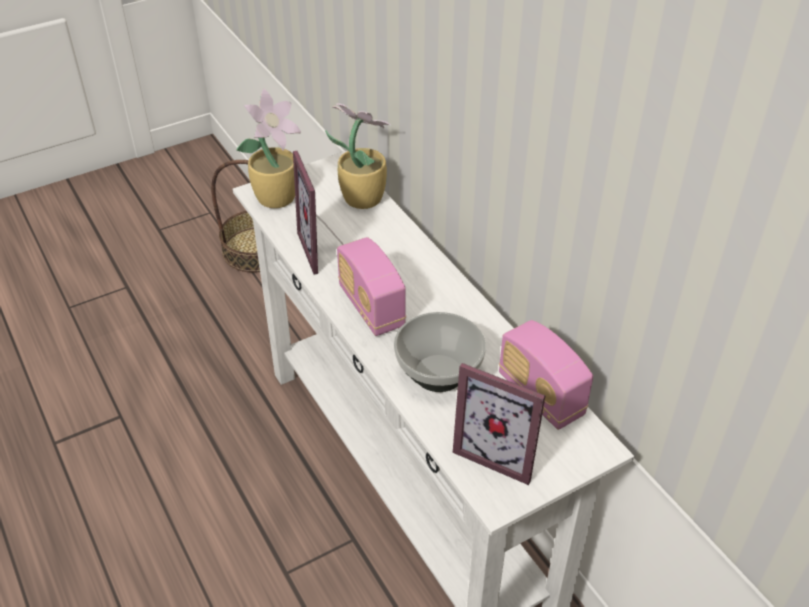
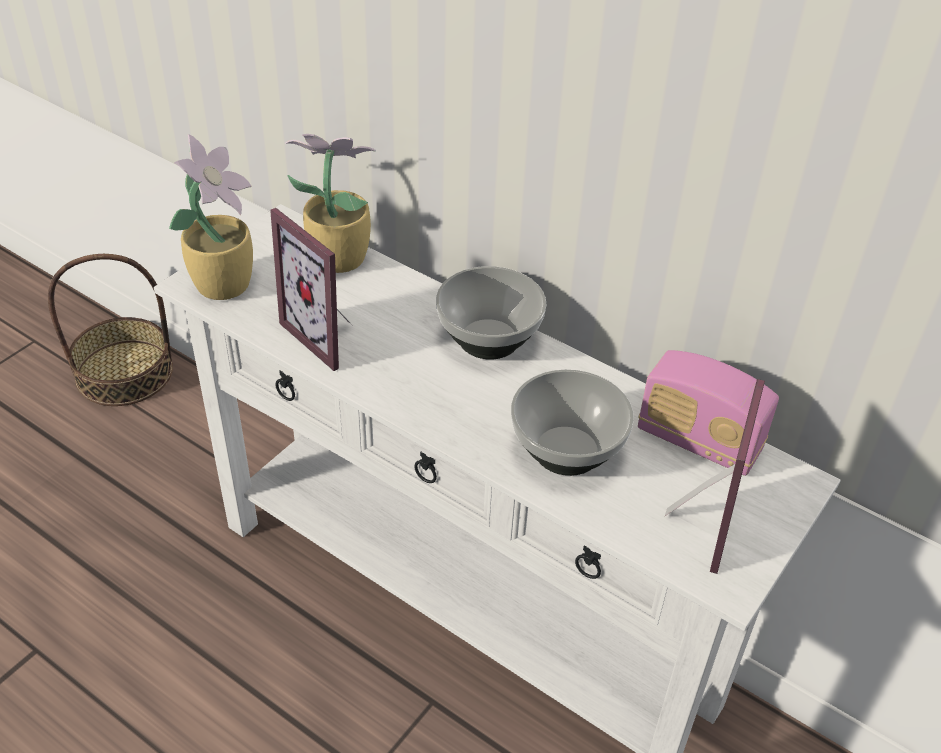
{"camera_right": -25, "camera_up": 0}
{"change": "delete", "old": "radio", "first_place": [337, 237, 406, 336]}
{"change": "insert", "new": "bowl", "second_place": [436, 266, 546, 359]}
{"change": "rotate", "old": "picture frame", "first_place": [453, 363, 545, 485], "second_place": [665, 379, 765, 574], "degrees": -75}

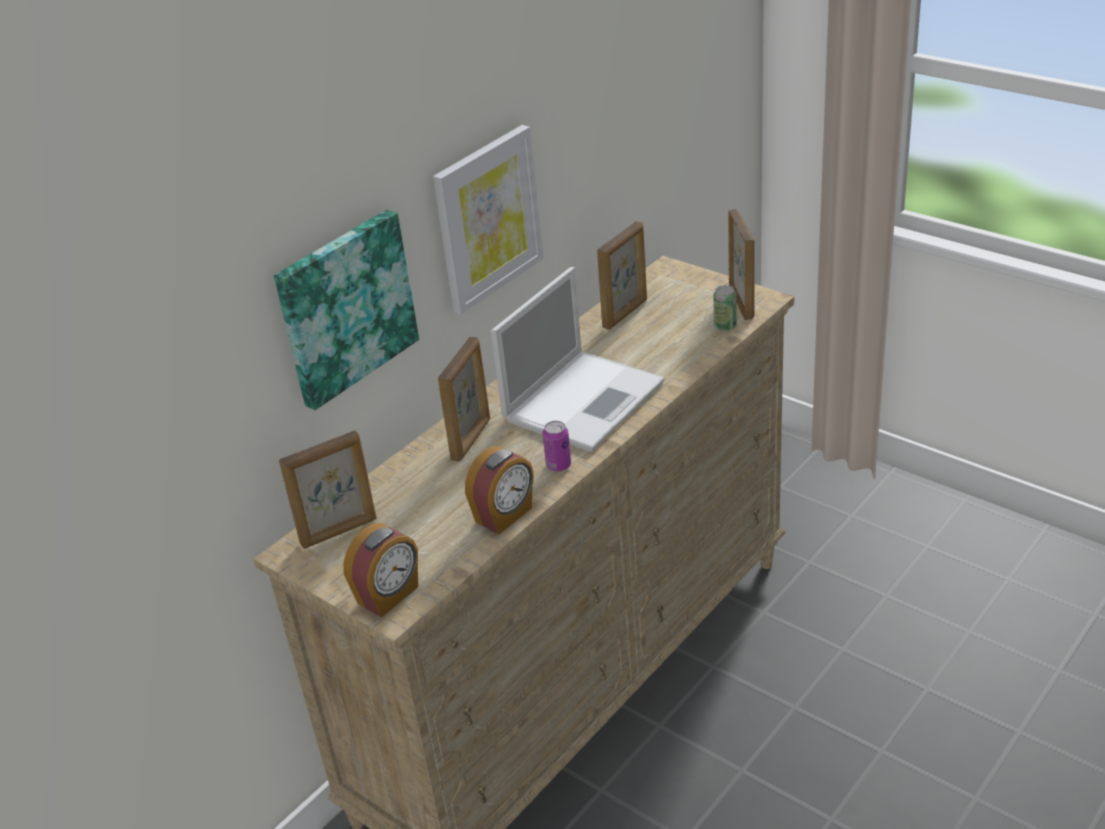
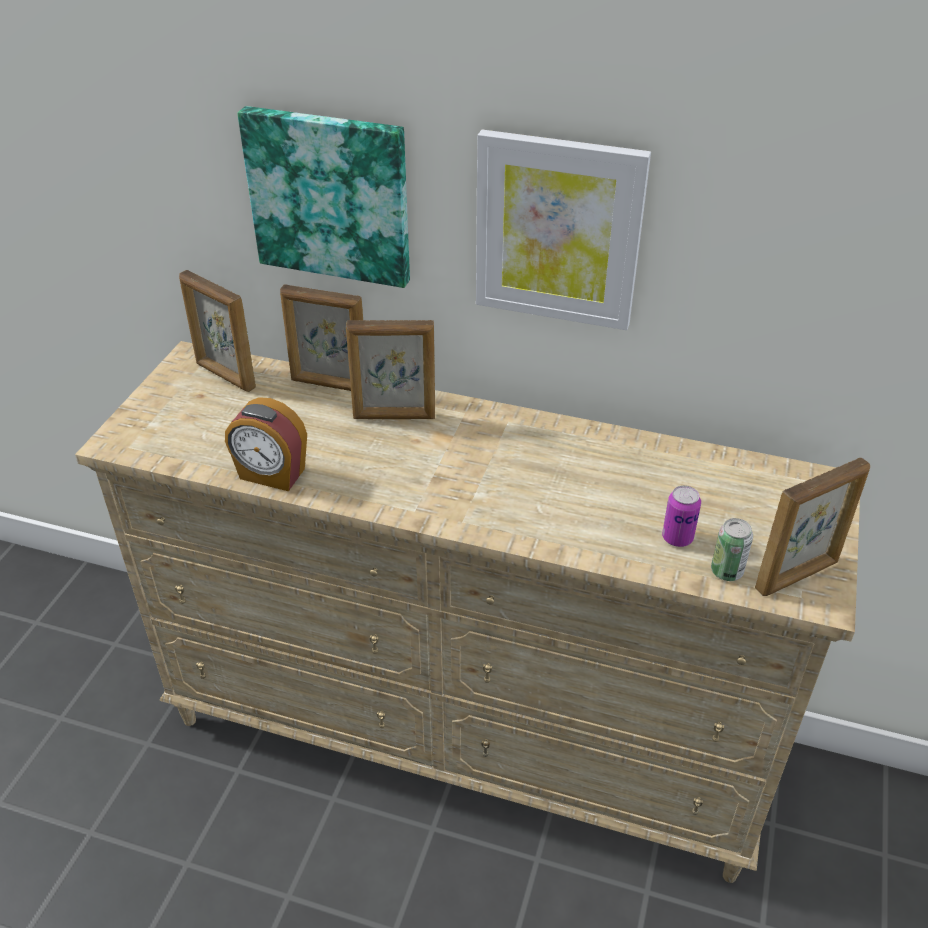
{"camera_right": 65, "camera_up": 5}
{"change": "delete", "old": "alarm clock", "first_place": [343, 523, 418, 617]}
{"change": "delete", "old": "laptop", "first_place": [491, 267, 665, 452]}
{"change": "move", "old": "can", "first_place": [542, 421, 571, 471], "second_place": [662, 486, 701, 547]}
{"change": "move", "old": "picture frame", "first_place": [597, 221, 647, 330], "second_place": [280, 284, 363, 391]}

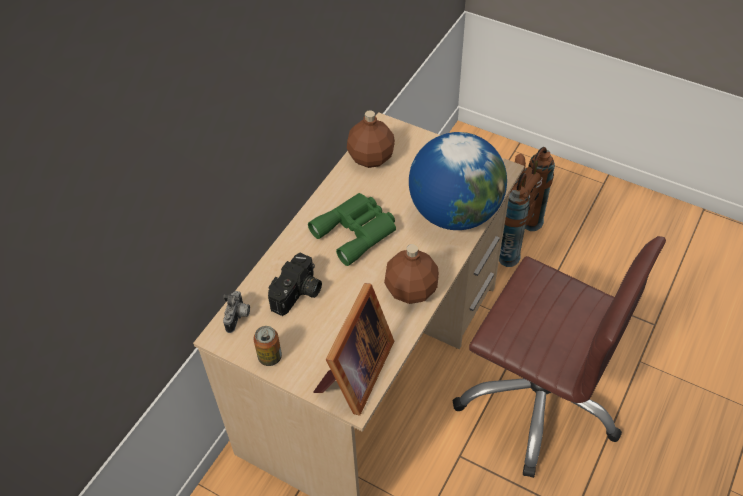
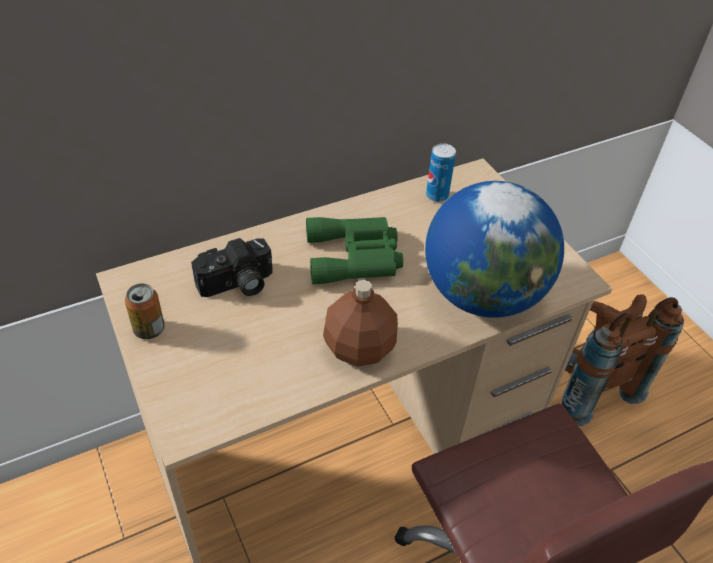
{"camera_right": 30, "camera_up": -5}
{"change": "delete", "old": "photo camera", "first_place": [223, 291, 250, 333]}
{"change": "delete", "old": "picture frame", "first_place": [314, 283, 394, 416]}
{"change": "replace", "old": "bottle in brown", "new": "can", "first_place": [347, 110, 395, 168], "second_place": [426, 143, 456, 202]}

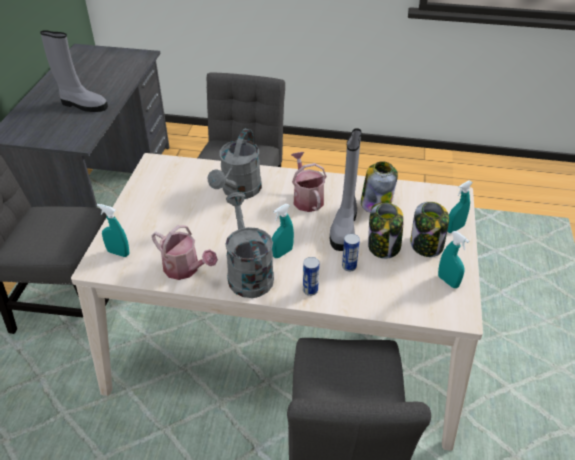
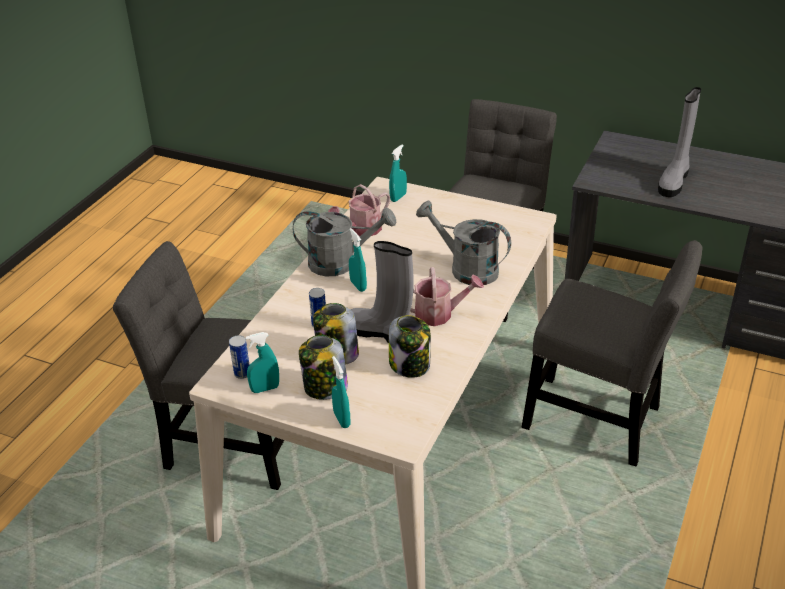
{"camera_right": 105, "camera_up": -5}
{"change": "move", "old": "can", "first_place": [303, 257, 319, 296], "second_place": [229, 335, 250, 379]}

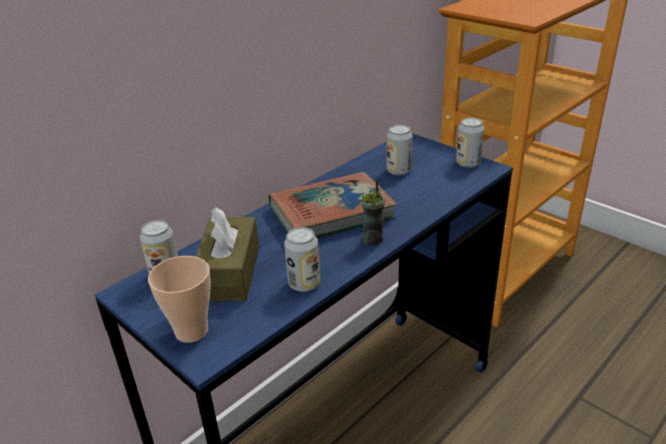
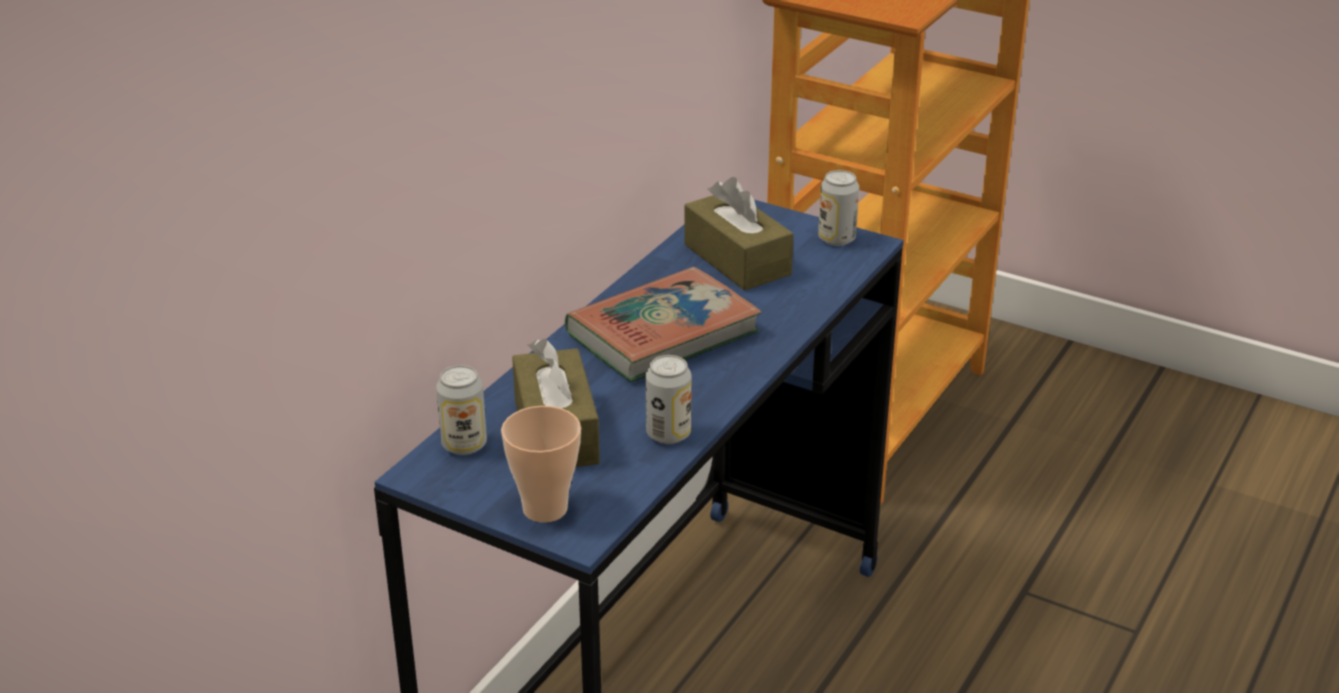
{"camera_right": -15, "camera_up": 0}
{"change": "delete", "old": "cup", "first_place": [359, 179, 385, 246]}
{"change": "replace", "old": "can", "new": "tissue box in brown", "first_place": [386, 125, 412, 175], "second_place": [684, 177, 794, 291]}

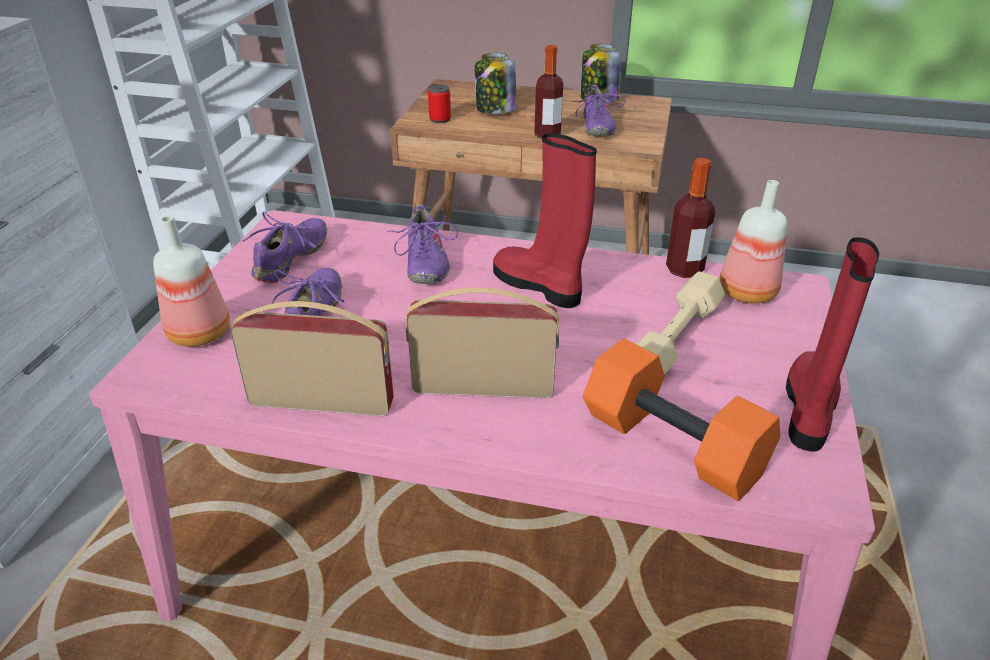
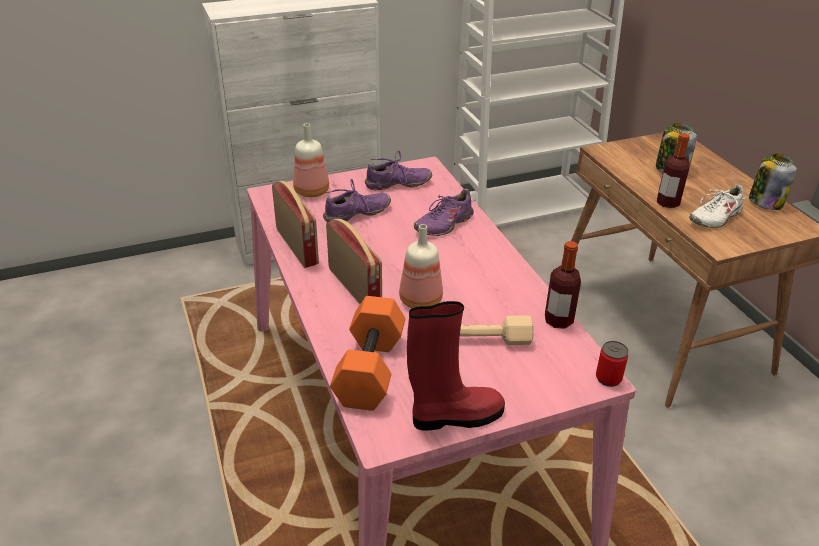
{"camera_right": 55, "camera_up": 0}
{"change": "delete", "old": "boot in red", "first_place": [493, 133, 597, 308]}
{"change": "move", "old": "can", "first_place": [428, 84, 451, 123], "second_place": [596, 341, 628, 387]}
{"change": "move", "old": "bottle", "first_place": [719, 180, 787, 304], "second_place": [399, 224, 443, 308]}
{"change": "recolor", "old": "shoe in purple", "new": "shoe in white", "first_place": [570, 85, 625, 136], "second_place": [689, 184, 751, 228]}

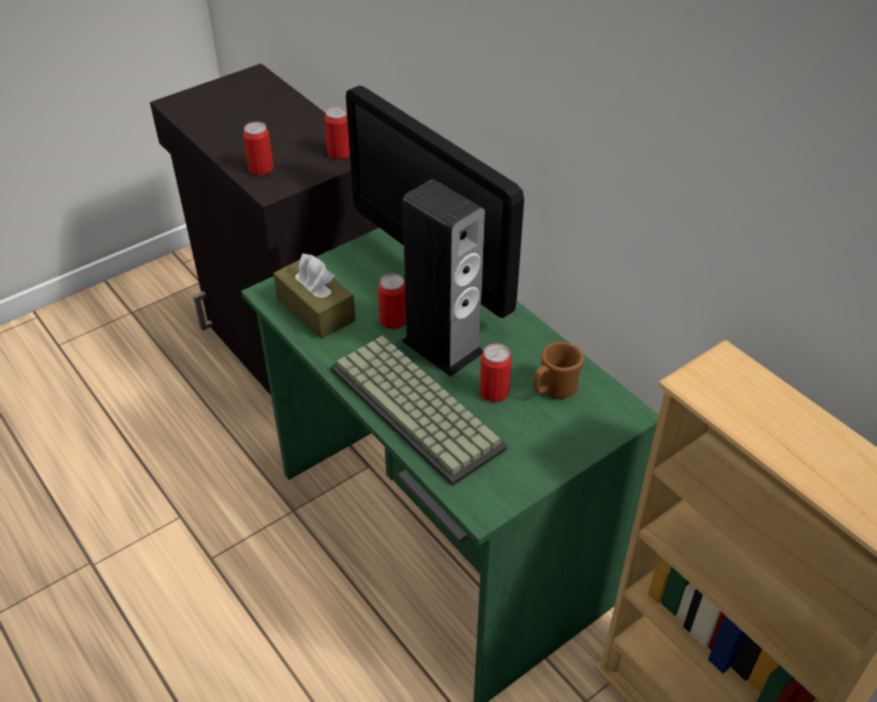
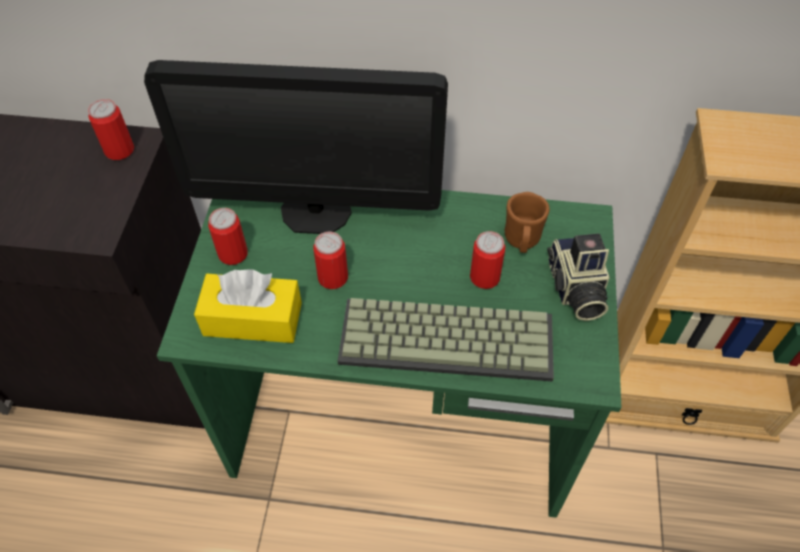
{"camera_right": -45, "camera_up": 10}
{"change": "delete", "old": "speaker", "first_place": [402, 179, 485, 377]}
{"change": "insert", "new": "photo camera", "second_place": [547, 233, 609, 321]}
{"change": "move", "old": "can", "first_place": [243, 122, 274, 175], "second_place": [208, 208, 248, 265]}
{"change": "recolor", "old": "tissue box in brown", "new": "tissue box in yellow", "first_place": [273, 253, 356, 339], "second_place": [194, 269, 302, 343]}

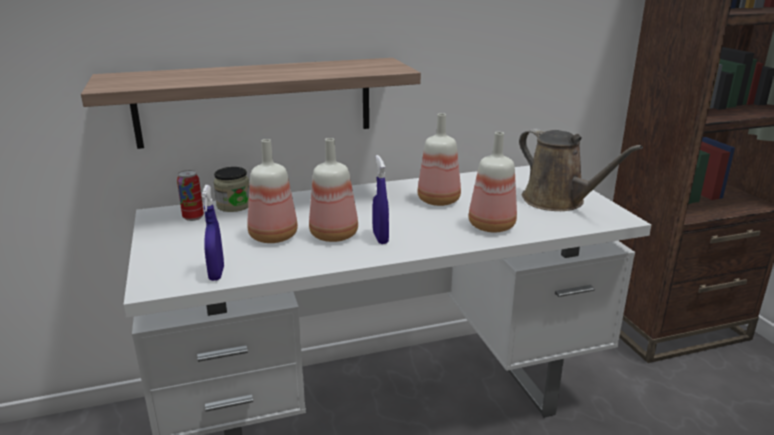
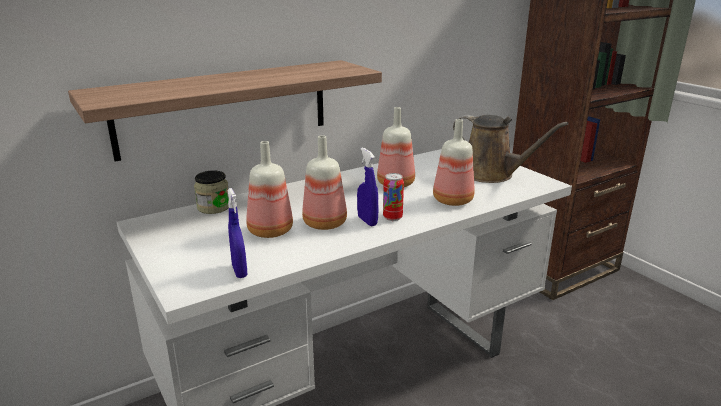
{"camera_right": -15, "camera_up": 0}
{"change": "move", "old": "can", "first_place": [177, 170, 204, 221], "second_place": [383, 173, 404, 221]}

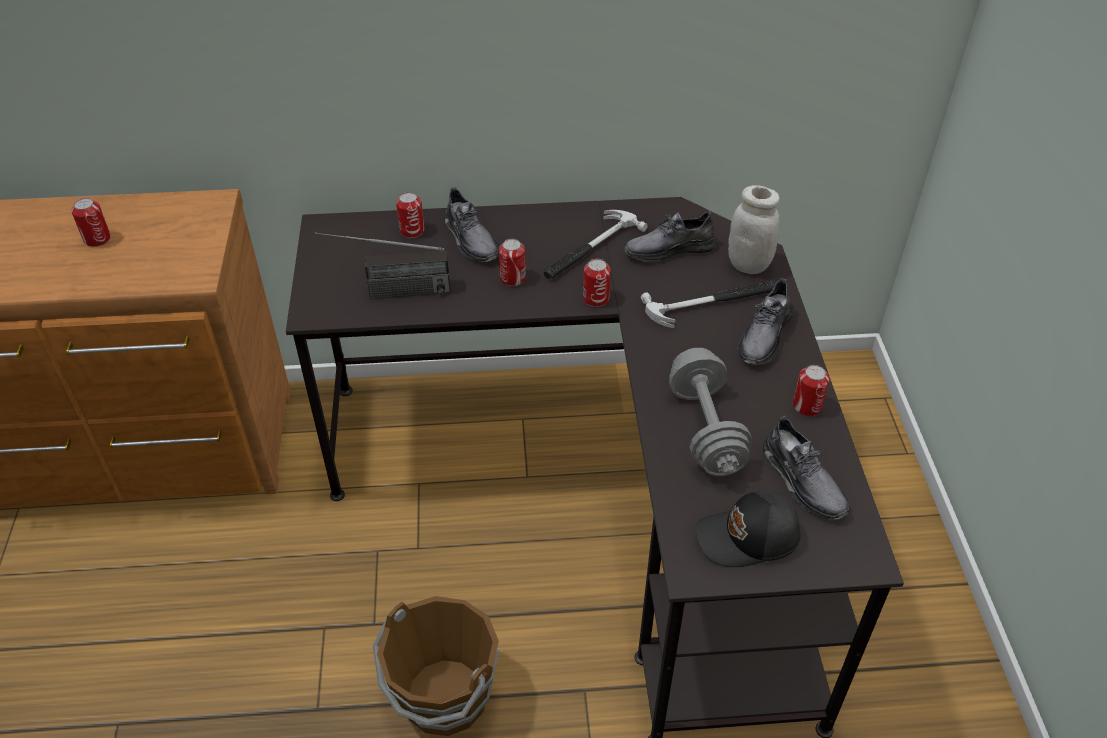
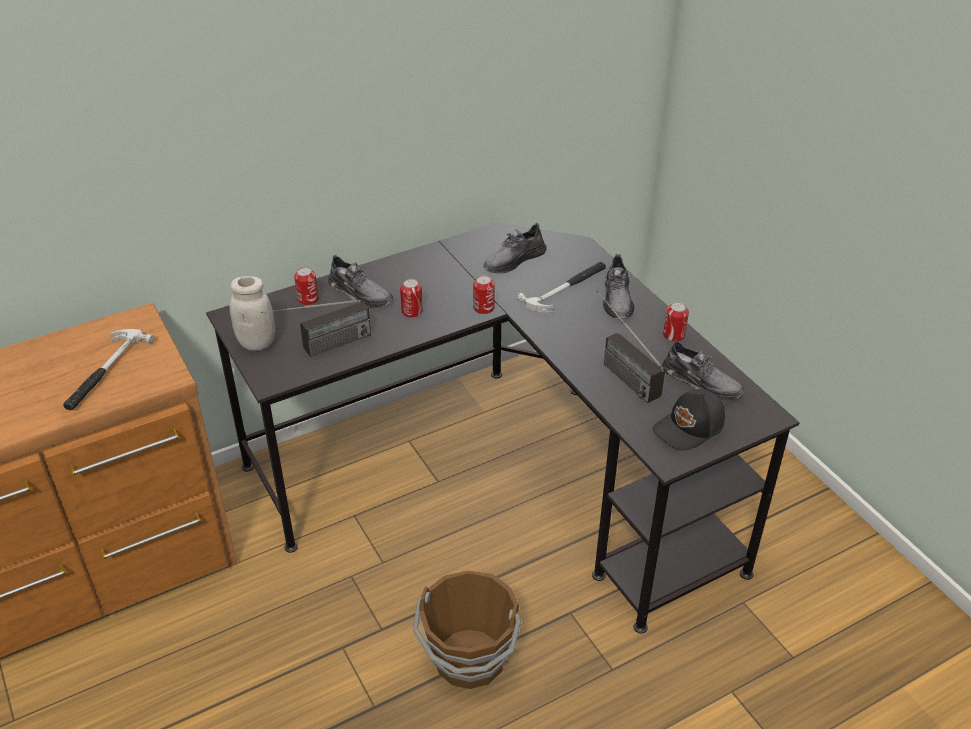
{"camera_right": -25, "camera_up": -5}
{"change": "delete", "old": "can", "first_place": [71, 198, 111, 247]}
{"change": "move", "old": "hammer", "first_place": [543, 210, 648, 279], "second_place": [63, 329, 154, 410]}
{"change": "move", "old": "jar in white", "first_place": [728, 185, 780, 274], "second_place": [230, 276, 275, 351]}
{"change": "replace", "old": "dumbbell in grey", "new": "radio", "first_place": [669, 348, 752, 476], "second_place": [596, 290, 665, 403]}

